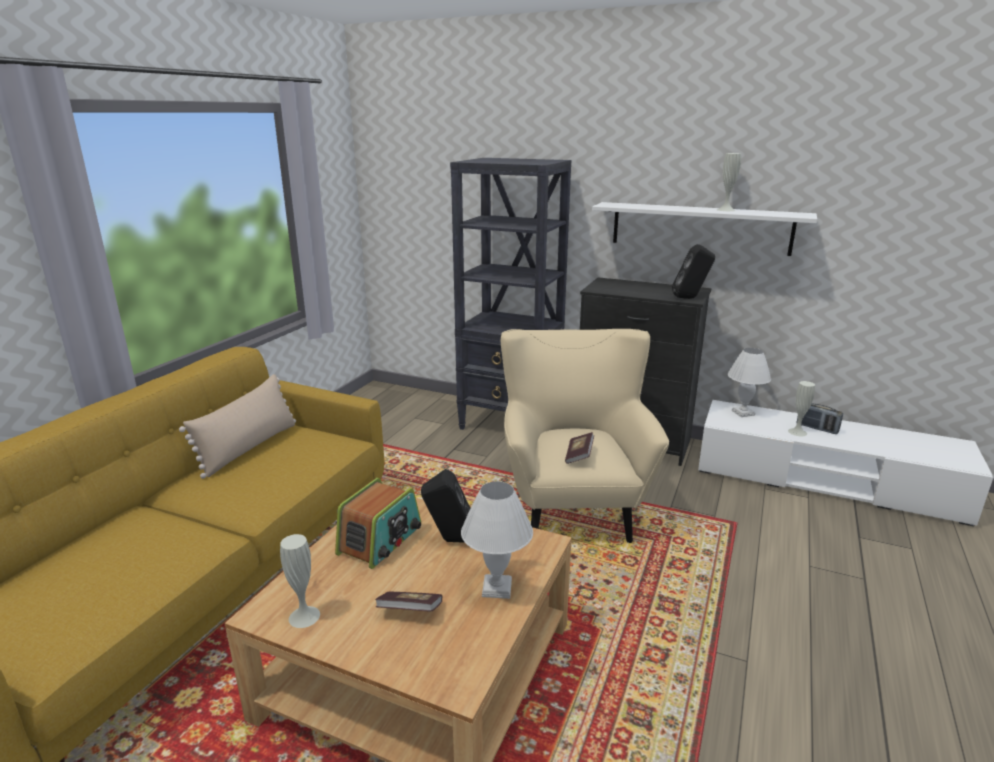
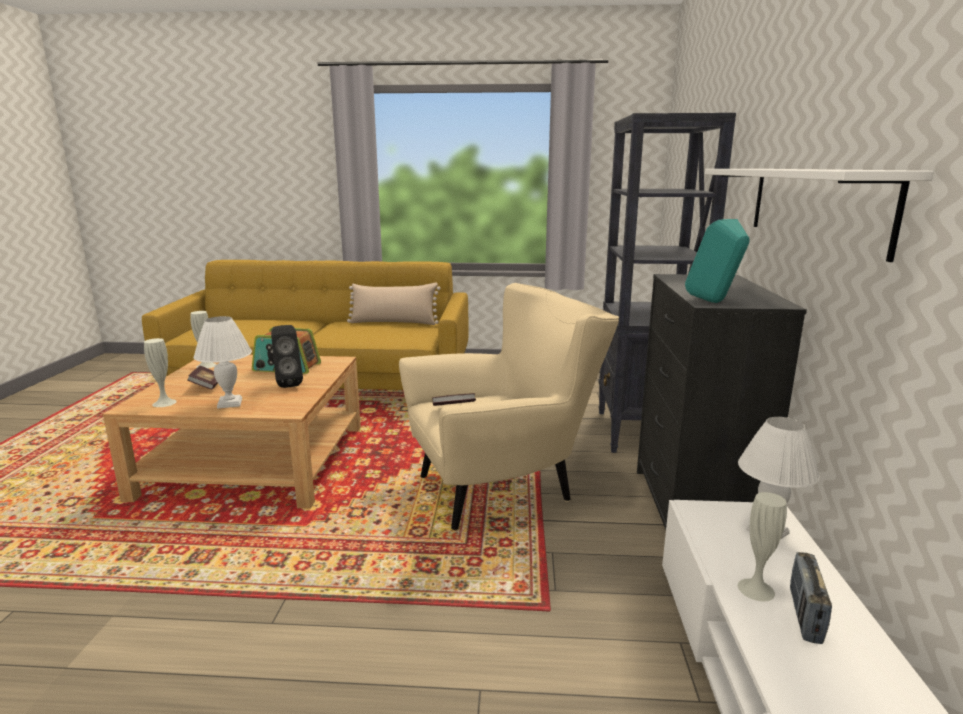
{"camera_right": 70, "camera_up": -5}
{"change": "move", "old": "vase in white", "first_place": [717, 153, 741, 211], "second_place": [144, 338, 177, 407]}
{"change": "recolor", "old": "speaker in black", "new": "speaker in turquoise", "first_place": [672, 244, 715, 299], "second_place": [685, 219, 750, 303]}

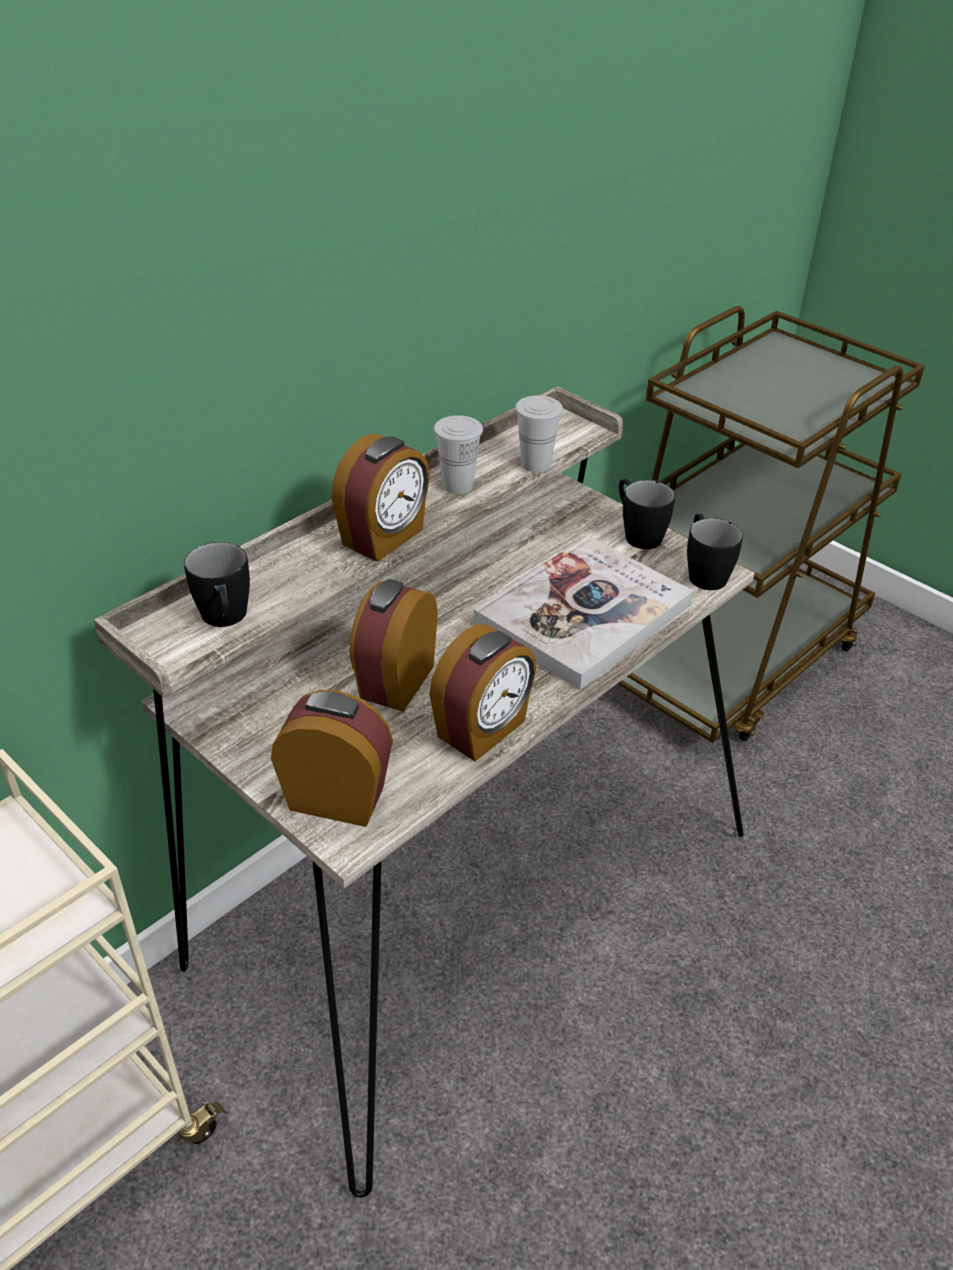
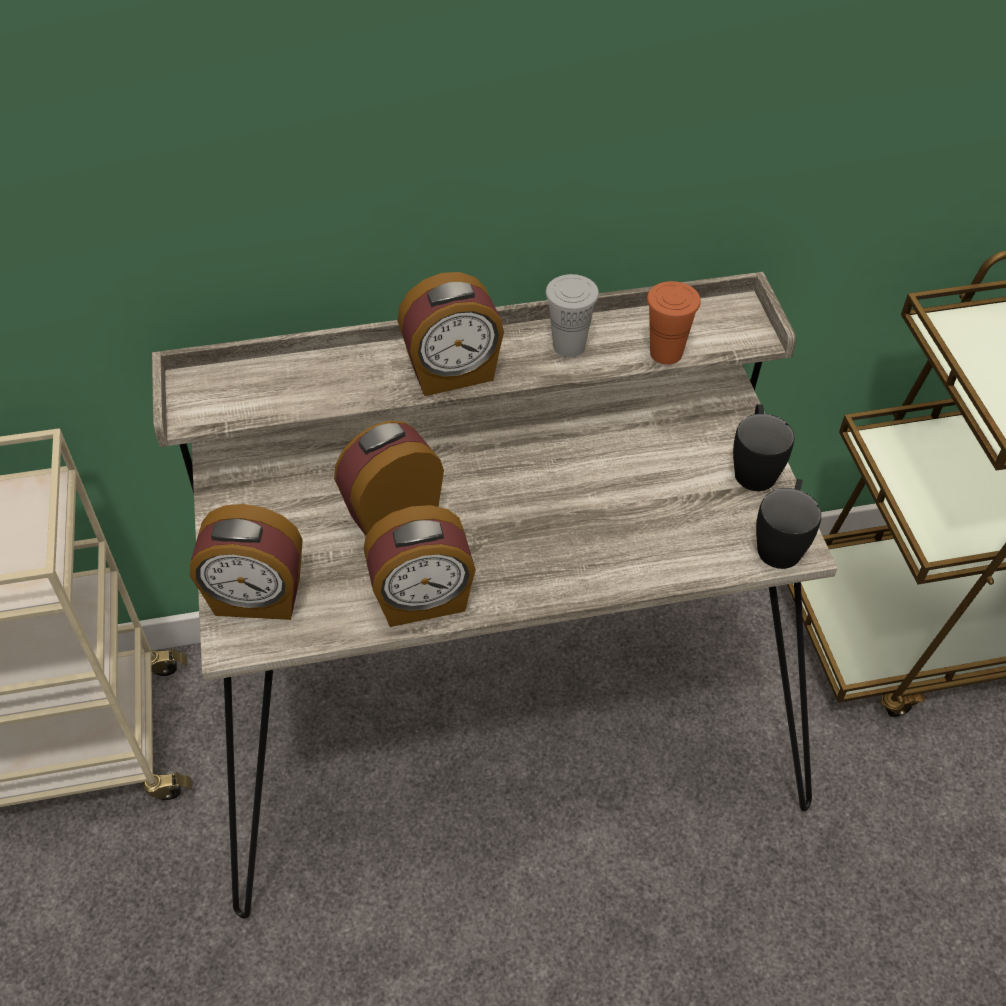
{"camera_right": 35, "camera_up": 10}
{"change": "delete", "old": "mug in black", "first_place": [184, 542, 250, 627]}
{"change": "delete", "old": "book", "first_place": [473, 535, 693, 690]}
{"change": "recolor", "old": "cup in white", "new": "cup in orange", "first_place": [515, 395, 563, 472], "second_place": [647, 281, 701, 365]}
{"change": "rotate", "old": "alarm clock", "first_place": [271, 690, 393, 827], "second_place": [190, 504, 303, 620], "degrees": 135}

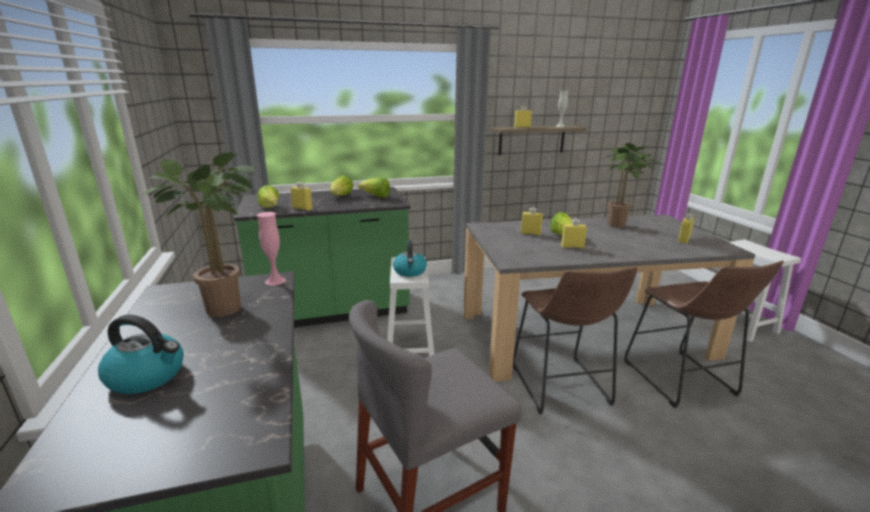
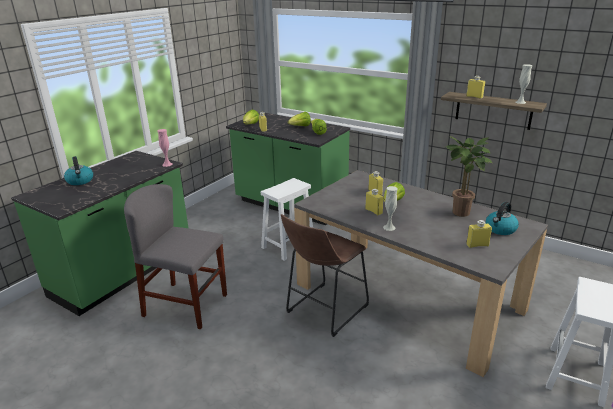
{"camera_right": 50, "camera_up": 5}
{"change": "delete", "old": "potted plant", "first_place": [142, 152, 255, 317]}
{"change": "delete", "old": "stool in brown", "first_place": [624, 261, 784, 408]}
{"change": "insert", "new": "vase in white", "second_place": [383, 186, 398, 231]}
{"change": "move", "old": "kettle", "first_place": [393, 240, 427, 277], "second_place": [486, 202, 519, 235]}

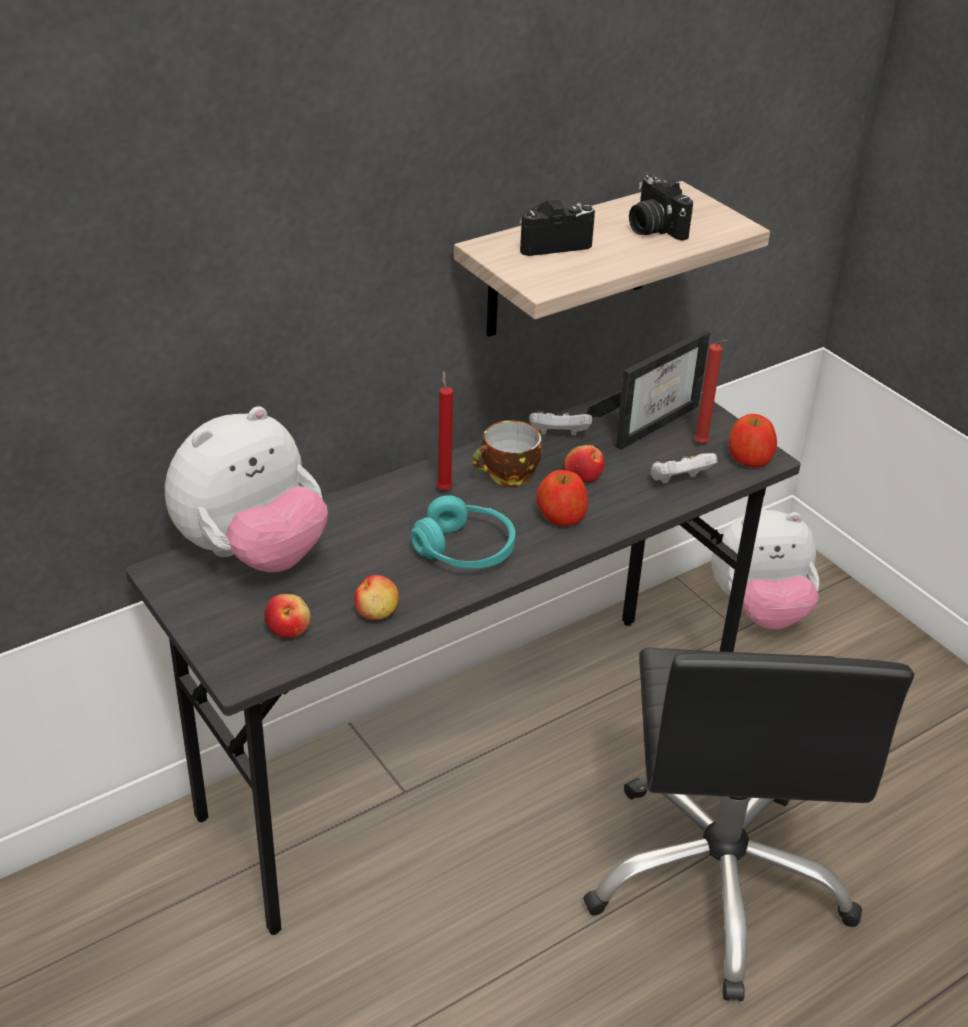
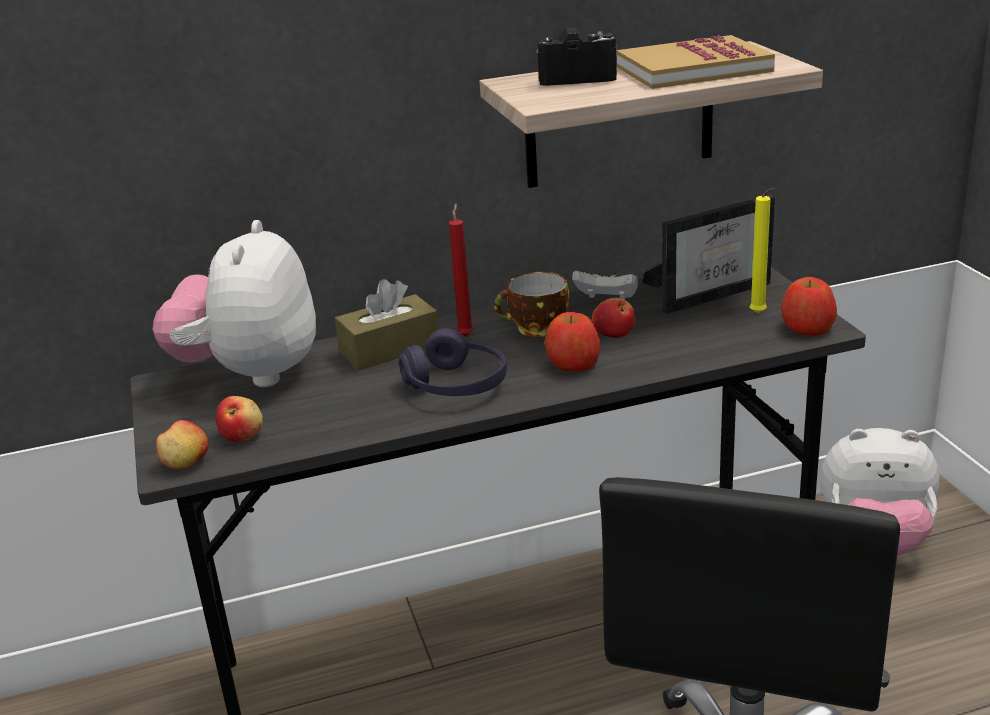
{"camera_right": 20, "camera_up": -10}
{"change": "delete", "old": "game controller in white", "first_place": [650, 453, 717, 484]}
{"change": "insert", "new": "tissue box in brown", "second_place": [335, 279, 439, 370]}
{"change": "move", "old": "apple", "first_place": [354, 575, 399, 620], "second_place": [156, 420, 209, 469]}
{"change": "replace", "old": "photo camera", "new": "book", "first_place": [629, 174, 693, 241], "second_place": [616, 35, 775, 89]}
{"change": "recolor", "old": "headphones in turquoise", "new": "headphones in purple", "first_place": [411, 495, 516, 569], "second_place": [399, 328, 506, 396]}
{"change": "recolor", "old": "candle in red", "new": "candle in yellow", "first_place": [694, 340, 729, 444], "second_place": [749, 188, 774, 313]}
{"change": "rotate", "old": "plush toy", "first_place": [165, 406, 328, 572], "second_place": [153, 220, 316, 387], "degrees": 120}

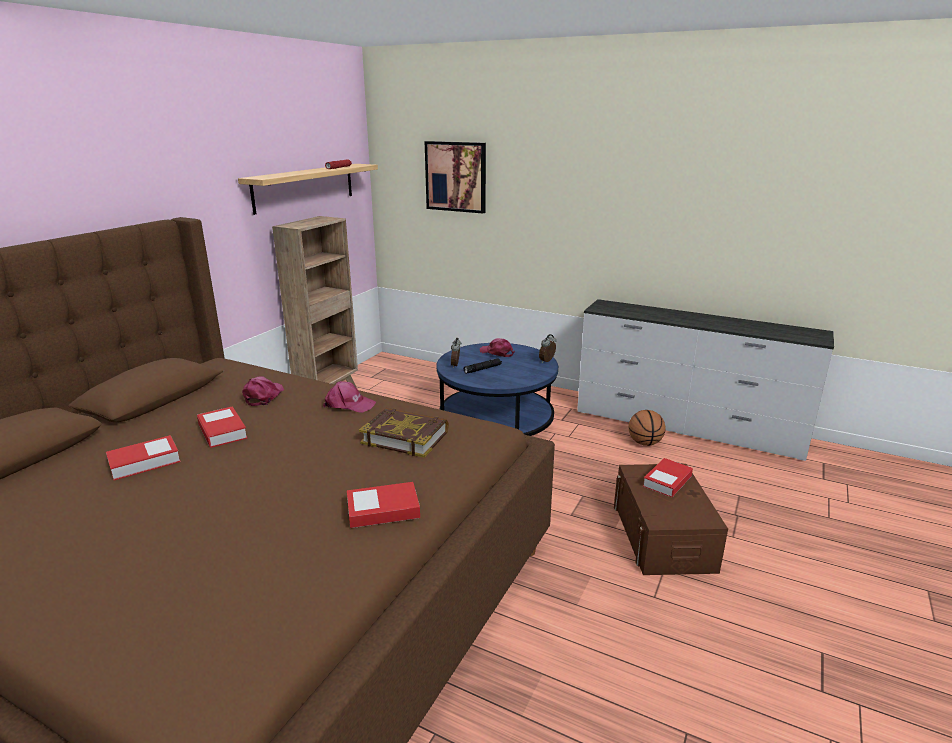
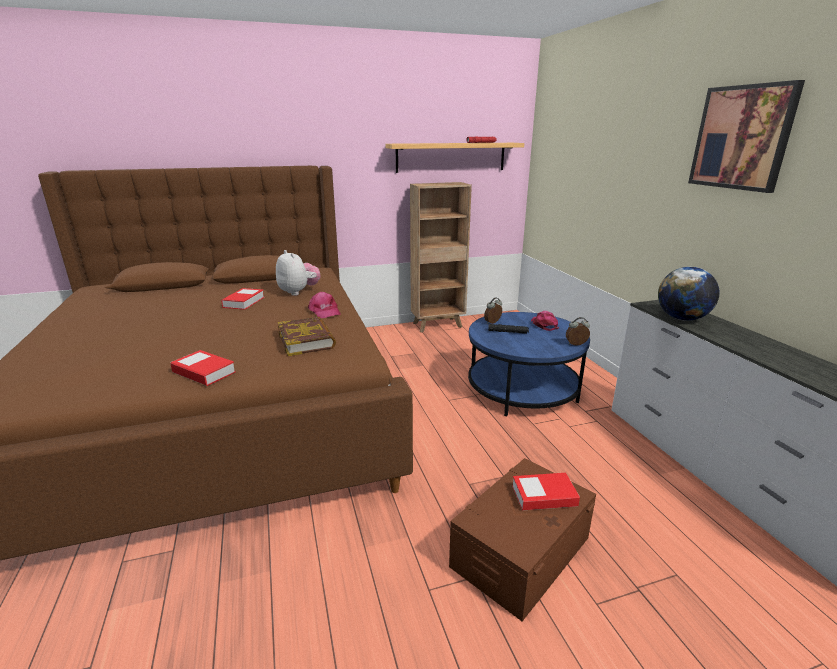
{"camera_right": 45, "camera_up": 0}
{"change": "delete", "old": "book", "first_place": [106, 435, 181, 480]}
{"change": "delete", "old": "basketball", "first_place": [629, 410, 666, 446]}
{"change": "insert", "new": "globe", "second_place": [658, 267, 720, 321]}
{"change": "move", "old": "picture", "first_place": [425, 141, 486, 213], "second_place": [688, 80, 805, 193]}
{"change": "replace", "old": "cap in pink", "new": "plush toy", "first_place": [242, 376, 284, 406], "second_place": [276, 250, 321, 296]}

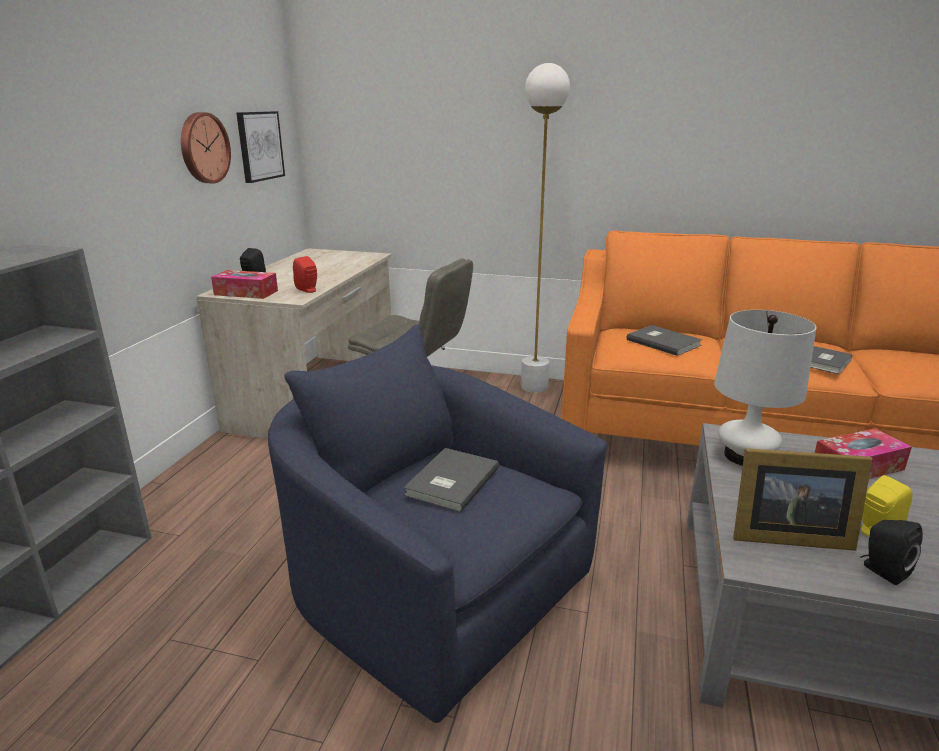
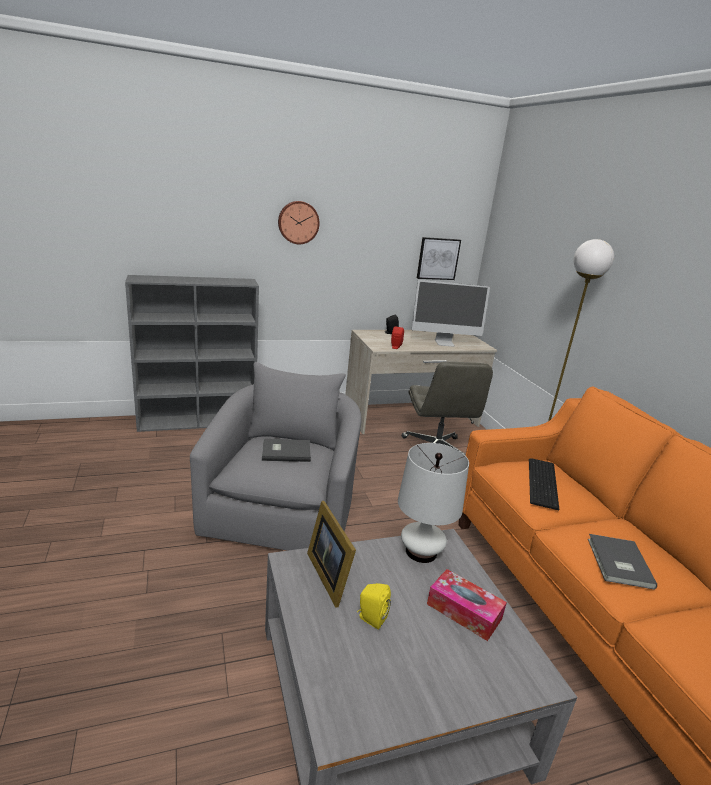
{"camera_right": 55, "camera_up": 0}
{"change": "delete", "old": "tissue box", "first_place": [211, 270, 278, 299]}
{"change": "delete", "old": "speaker in black", "first_place": [860, 520, 923, 585]}
{"change": "insert", "new": "monitor", "second_place": [412, 280, 490, 346]}
{"change": "move", "old": "wall clock", "first_place": [181, 112, 231, 183], "second_place": [278, 201, 320, 244]}
{"change": "replace", "old": "book in grey", "new": "keyboard", "first_place": [627, 325, 702, 356], "second_place": [529, 458, 559, 510]}
{"change": "recolor", "old": "armchair in blue", "new": "armchair in grey", "first_place": [268, 324, 607, 723], "second_place": [190, 362, 362, 551]}

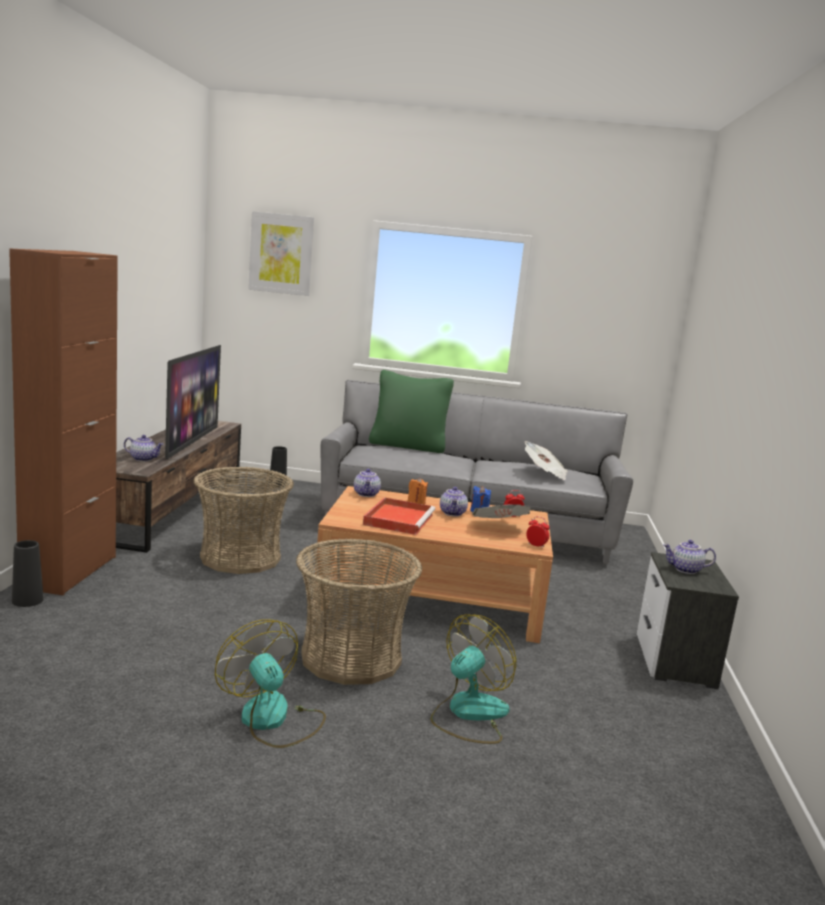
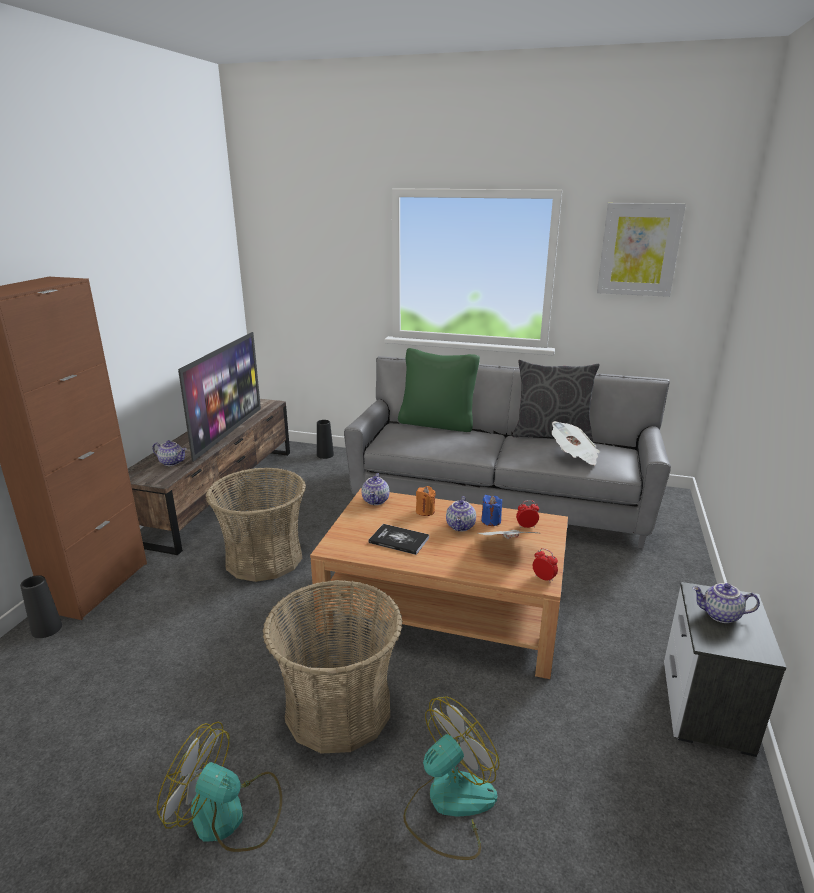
{"camera_right": 10, "camera_up": 10}
{"change": "insert", "new": "pillow in grey", "second_place": [512, 360, 600, 442]}
{"change": "move", "old": "picture", "first_place": [248, 211, 314, 296], "second_place": [597, 203, 686, 297]}
{"change": "replace", "old": "tray in red", "new": "book", "first_place": [363, 497, 435, 535], "second_place": [369, 524, 429, 555]}
{"change": "rotate", "old": "fan", "first_place": [215, 619, 326, 748], "second_place": [157, 721, 282, 852], "degrees": -45}

